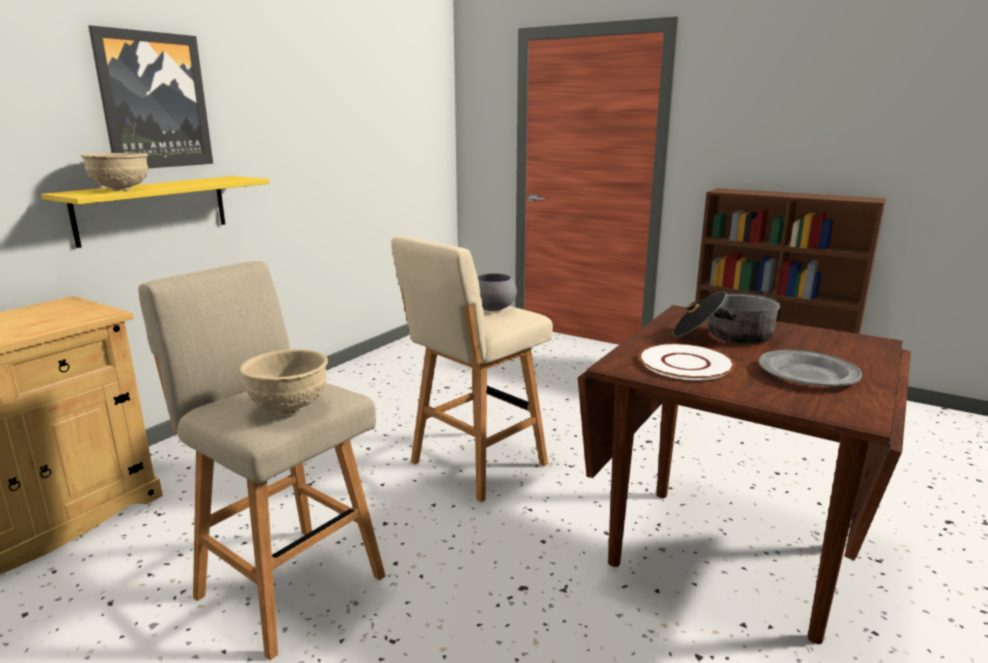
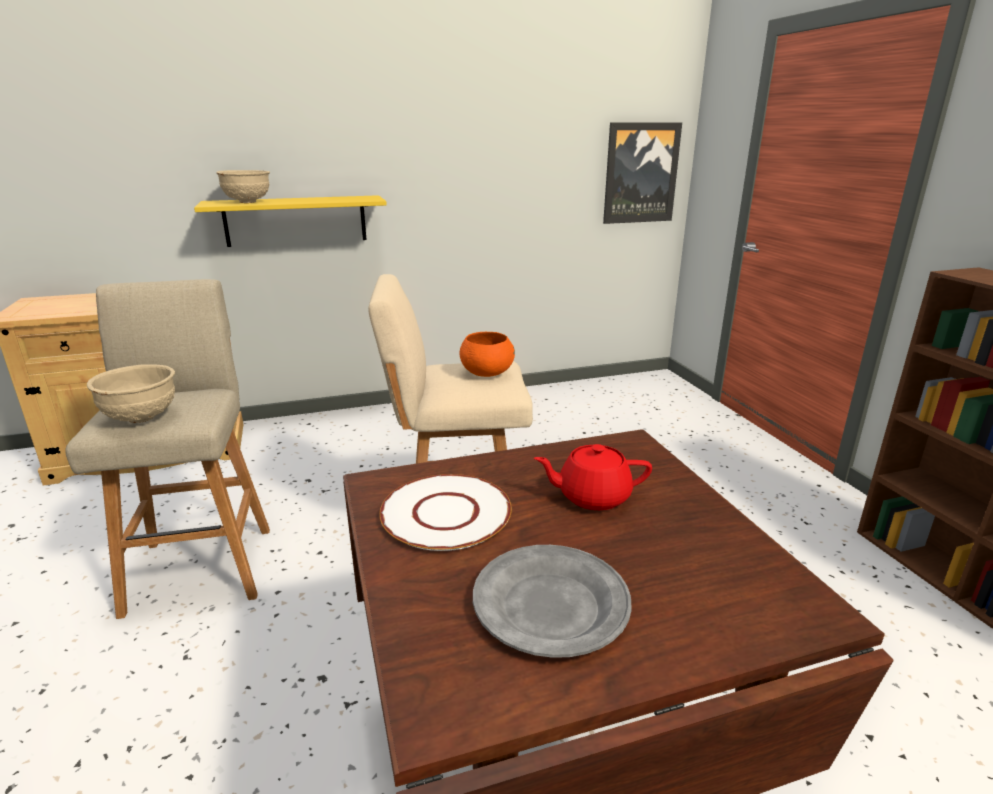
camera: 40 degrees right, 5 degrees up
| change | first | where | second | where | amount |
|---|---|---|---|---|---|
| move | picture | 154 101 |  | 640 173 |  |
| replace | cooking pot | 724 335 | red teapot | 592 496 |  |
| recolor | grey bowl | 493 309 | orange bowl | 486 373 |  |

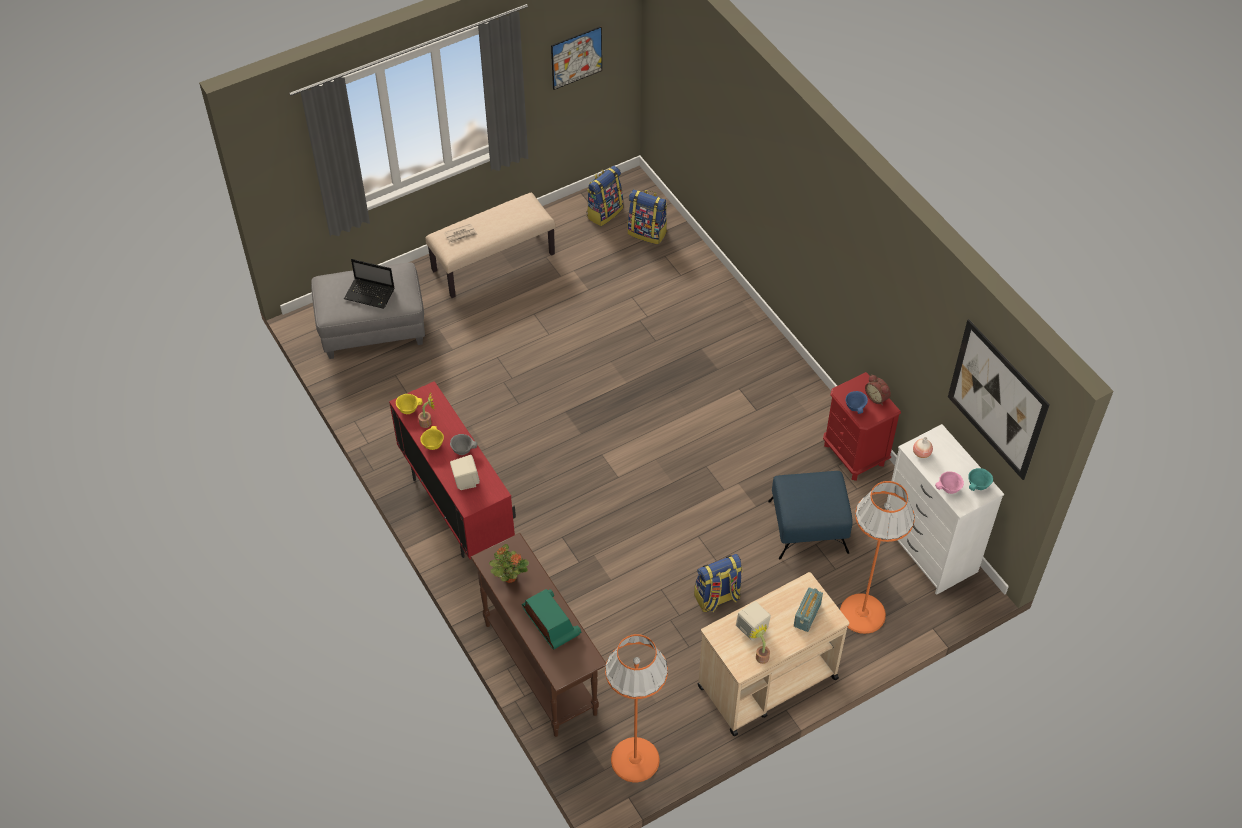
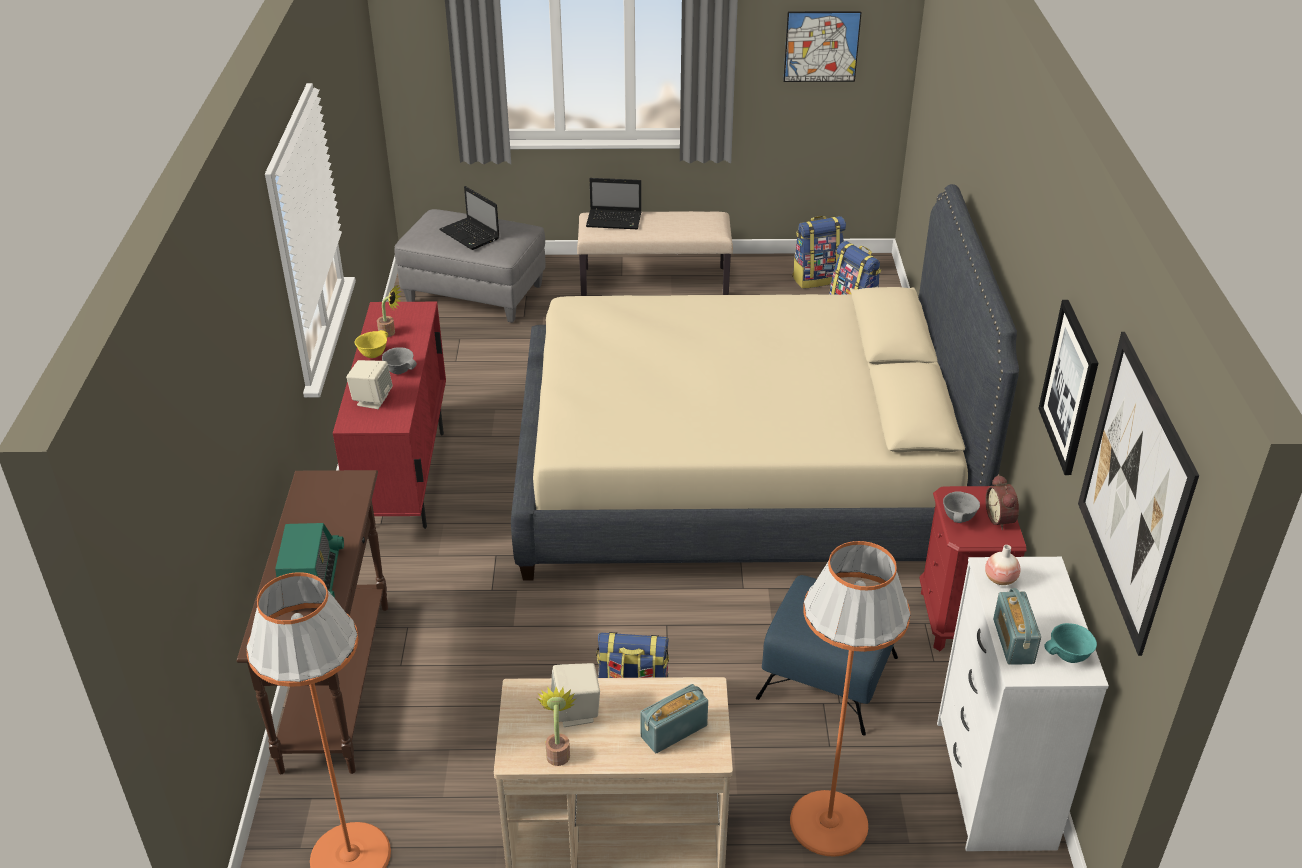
camera: 30 degrees right, 15 degrees down
| change | first | where | second | where | amount |
|---|---|---|---|---|---|
| delete | yellow bowl | 408 409 |  |  |  |
| delete | potted plant | 509 577 |  |  |  |
| insert |  |  | beige bed | 739 478 |  |
| insert |  |  | picture | 1069 387 |  |
| replace | newspaper | 461 235 | laptop | 615 220 |  |
| replace | pink bowl | 948 489 | radio | 1013 641 |  |
| recolor | blue bowl | 855 407 | grey bowl | 959 519 |  |

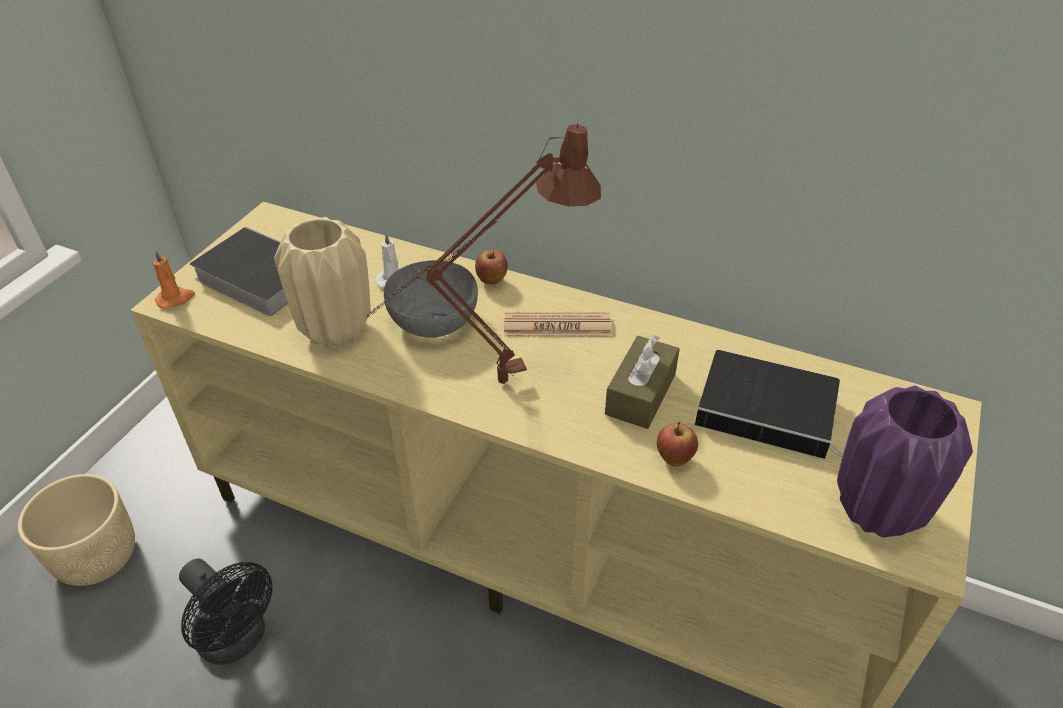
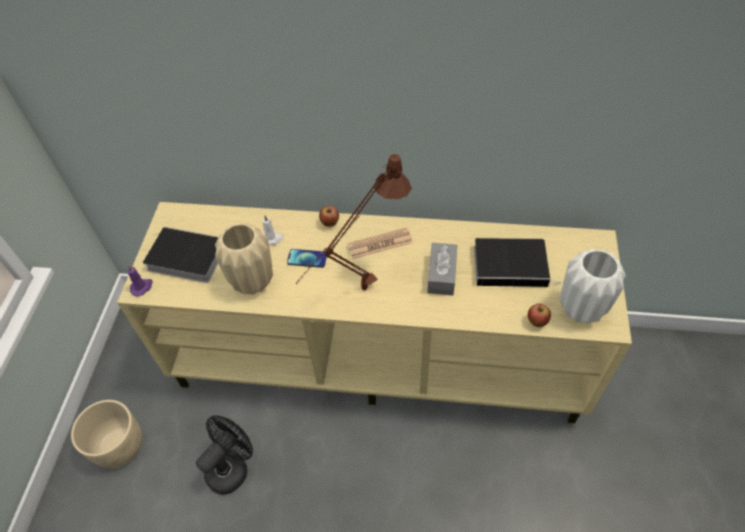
camera: 15 degrees left, 10 degrees up
| change | first | where | second | where | amount |
|---|---|---|---|---|---|
| move | apple | 674 459 |  | 536 322 |  |
| replace | grey bowl | 433 319 | phone | 307 259 |  |
| recolor | orange candle | 176 299 | purple candle | 142 287 |  |
| recolor | brown tissue box | 640 394 | grey tissue box | 441 274 |  |
| recolor | purple vase | 878 511 | white vase | 581 309 |  |
| rotate | black fan | 238 640 |  | 231 467 | 75 degrees counterclockwise |

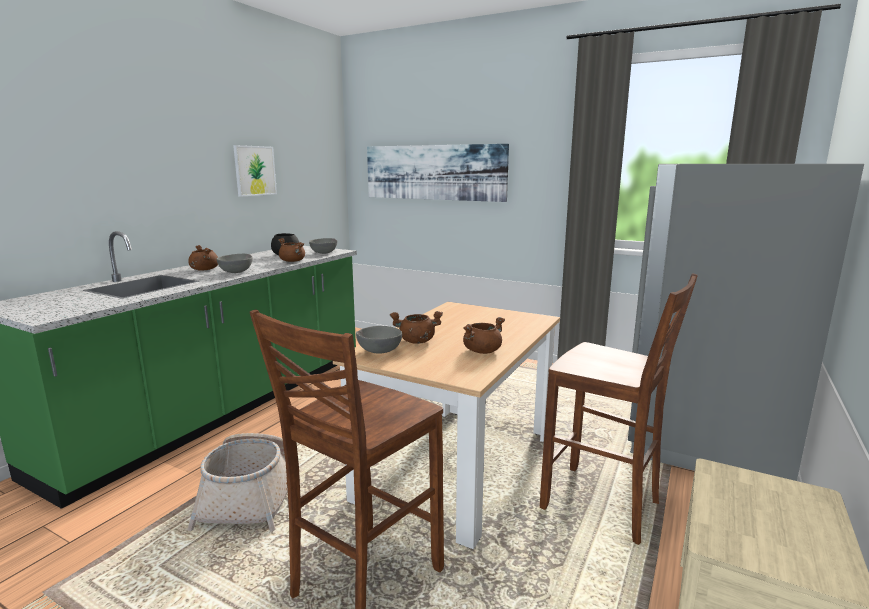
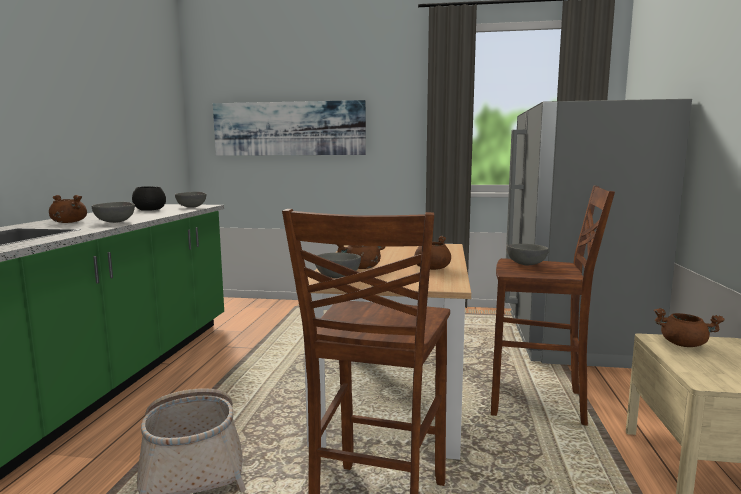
camera: 20 degrees left, 5 degrees down
| change | first | where | second | where | amount |
|---|---|---|---|---|---|
| delete | picture | 255 170 |  |  |  |
| insert |  |  | grey bowl | 525 264 |  |
| move | brown cooking pot | 293 261 |  | 684 344 |  |

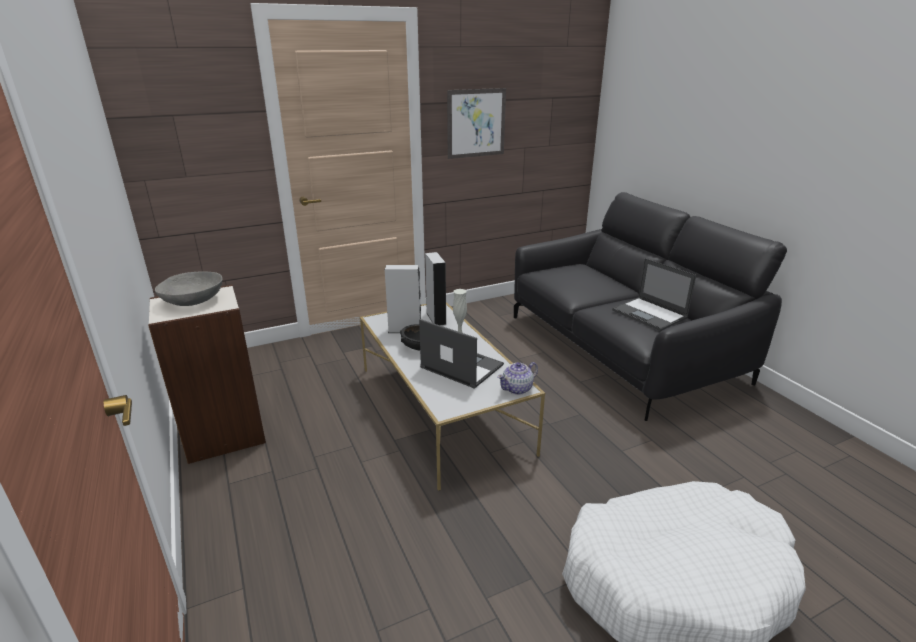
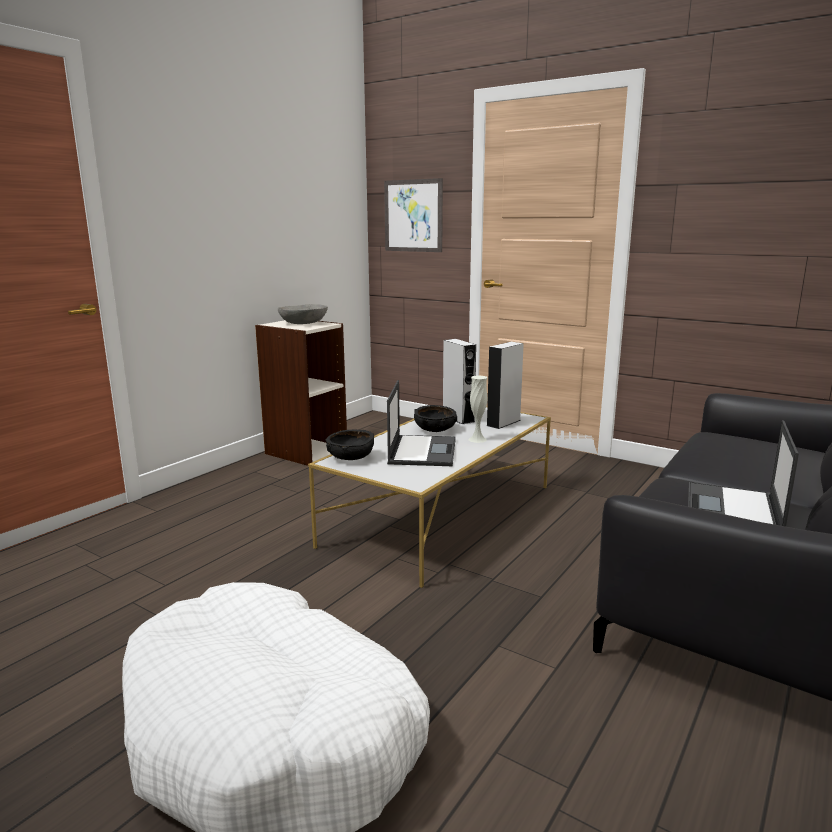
camera: 60 degrees right, 10 degrees down
| change | first | where | second | where | amount |
|---|---|---|---|---|---|
| delete | teapot | 517 389 |  |  |  |
| insert |  |  | black bowl | 351 457 |  |
| move | picture | 476 123 |  | 413 216 |  |

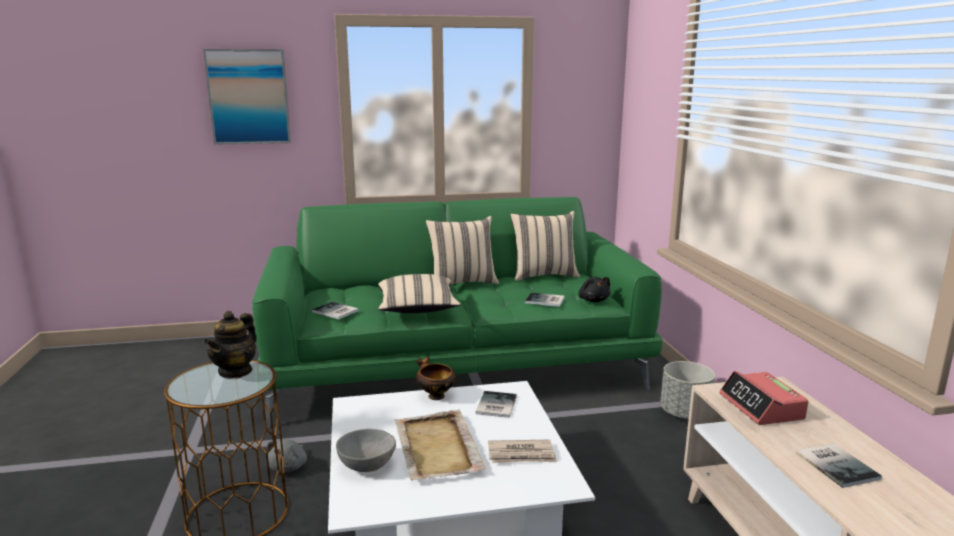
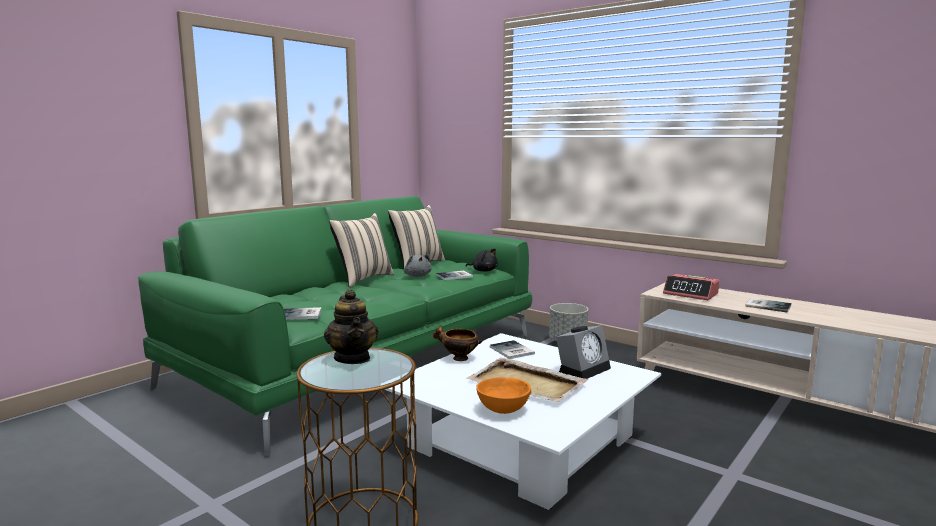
camera: 40 degrees left, 5 degrees down
| change | first | where | second | where | amount |
|---|---|---|---|---|---|
| delete | picture | 249 97 |  |  |  |
| delete | beige pillow | 417 309 |  |  |  |
| move | grey plush toy | 289 467 |  | 417 276 |  |
| replace | newspaper | 521 455 | alarm clock | 583 369 |  |
| recolor | grey bowl | 366 465 | orange bowl | 502 410 |  |

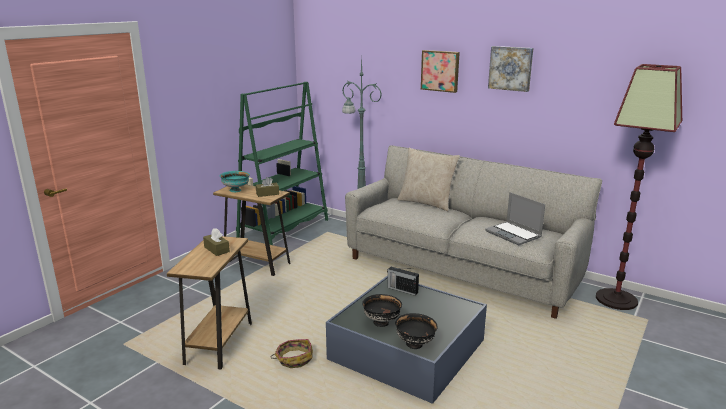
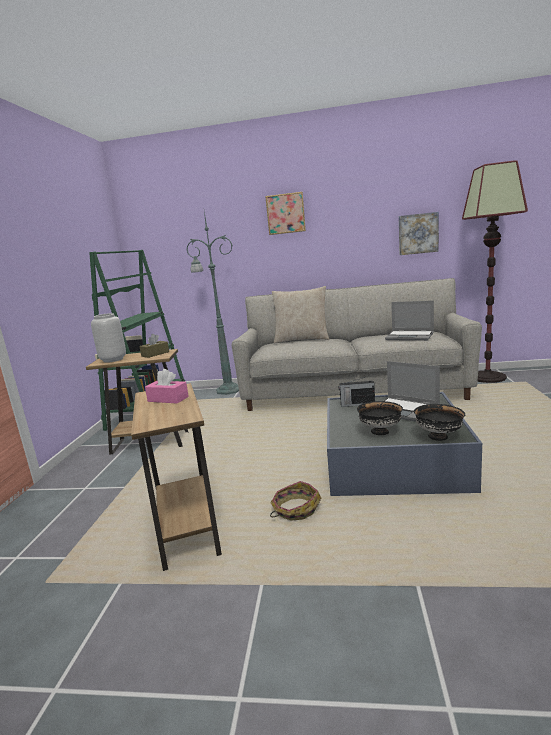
camera: 25 degrees left, 5 degrees down
| change | first | where | second | where | amount |
|---|---|---|---|---|---|
| insert |  |  | laptop | 406 411 |  |
| move | picture | 510 68 |  | 418 233 |  |
| replace | turquoise bowl | 236 190 | grey vase | 112 359 |  |
| recolor | brown tissue box | 216 249 | pink tissue box | 168 399 |  |

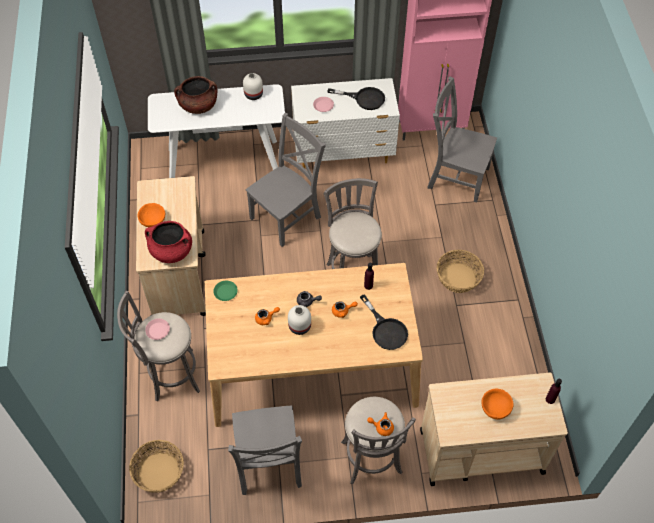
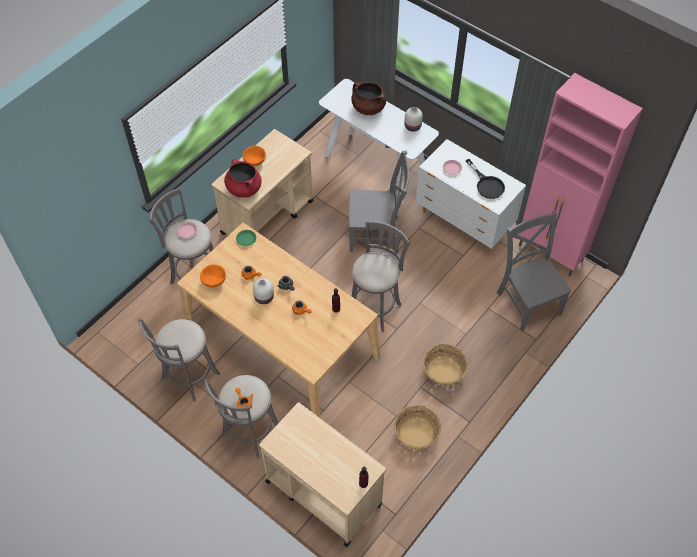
camera: 45 degrees right, 0 degrees up
| change | first | where | second | where | amount |
|---|---|---|---|---|---|
| delete | black frying pan | 386 330 |  |  |  |
| move | basket | 159 472 |  | 416 433 |  |
| move | orange bowl | 495 408 |  | 214 280 |  |
| replace | grey chair | 268 464 | grey stool | 188 378 |  |

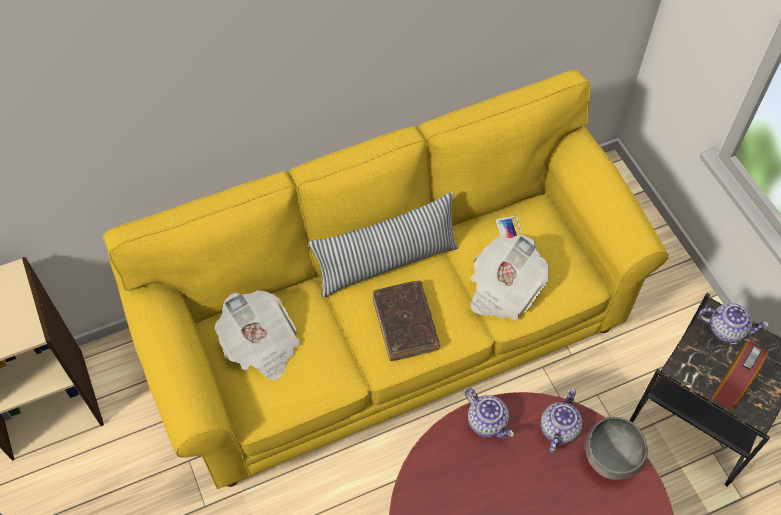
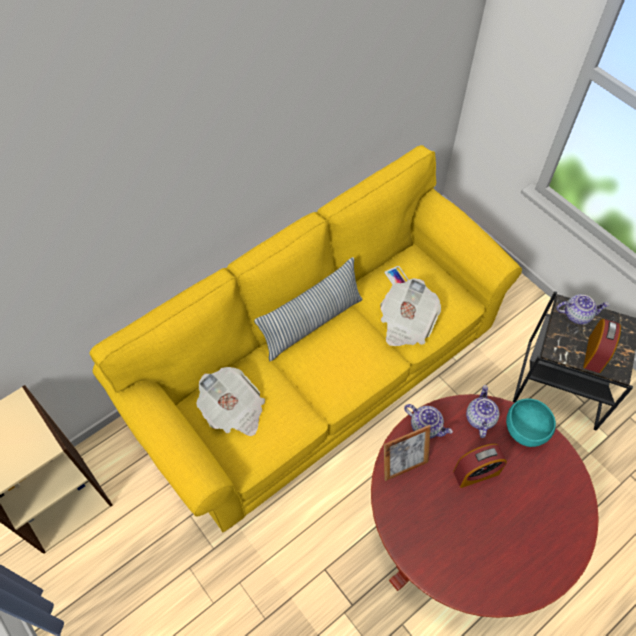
camera: 15 degrees left, 0 degrees up
| change | first | where | second | where | amount |
|---|---|---|---|---|---|
| delete | brown book | 405 324 |  |  |  |
| insert |  |  | picture frame | 403 465 |  |
| insert |  |  | alarm clock | 476 472 |  |
| recolor | grey bowl | 610 459 | turquoise bowl | 525 432 |  |

